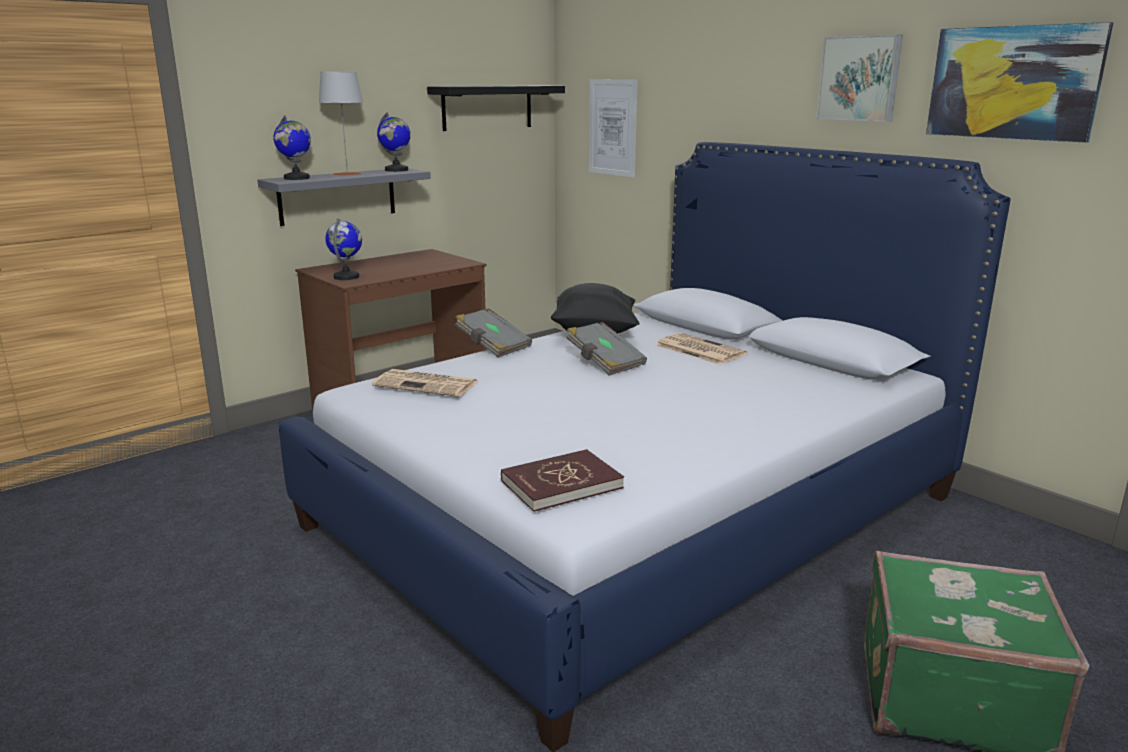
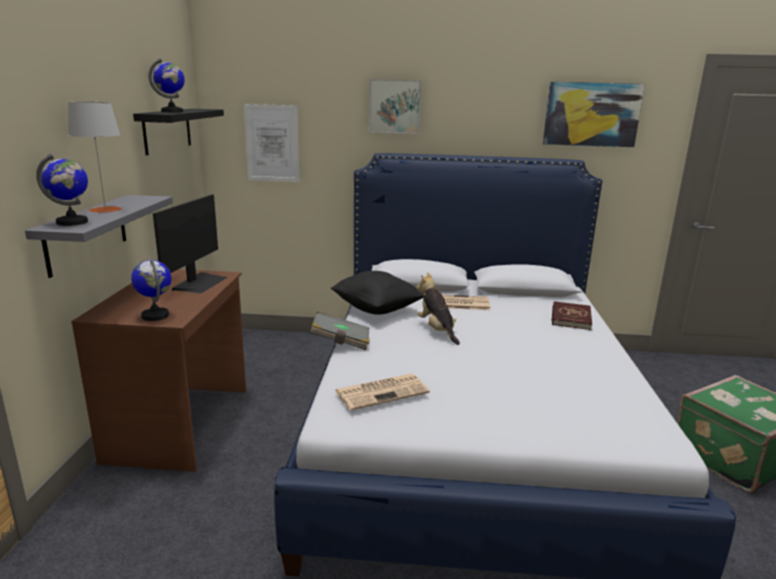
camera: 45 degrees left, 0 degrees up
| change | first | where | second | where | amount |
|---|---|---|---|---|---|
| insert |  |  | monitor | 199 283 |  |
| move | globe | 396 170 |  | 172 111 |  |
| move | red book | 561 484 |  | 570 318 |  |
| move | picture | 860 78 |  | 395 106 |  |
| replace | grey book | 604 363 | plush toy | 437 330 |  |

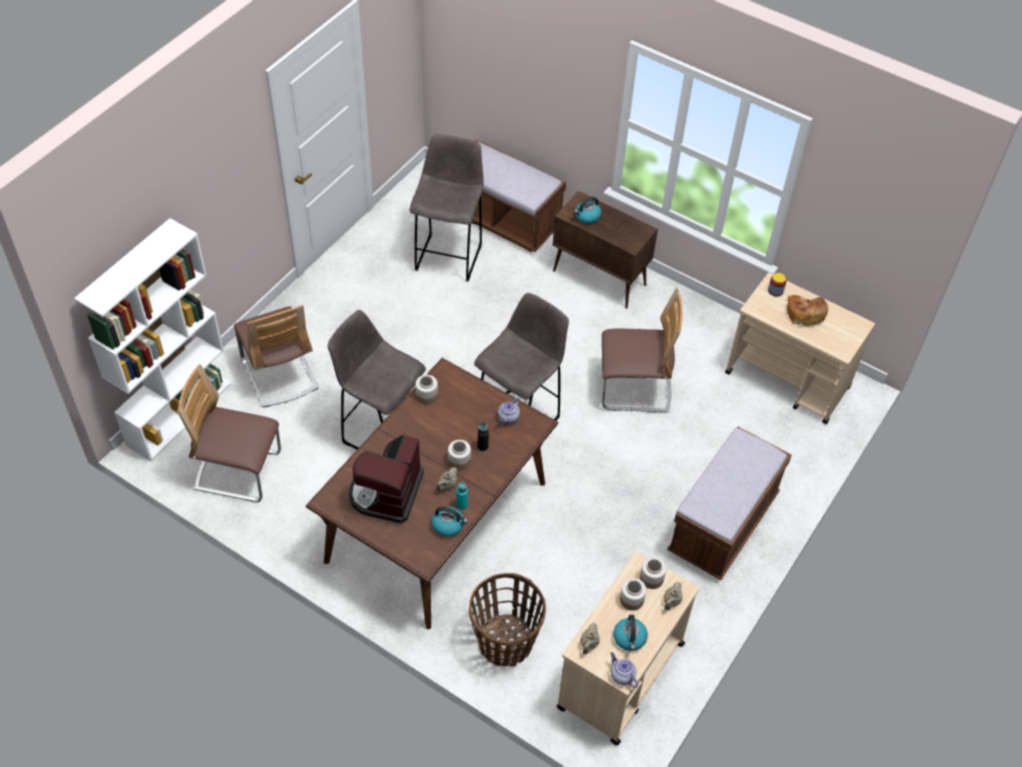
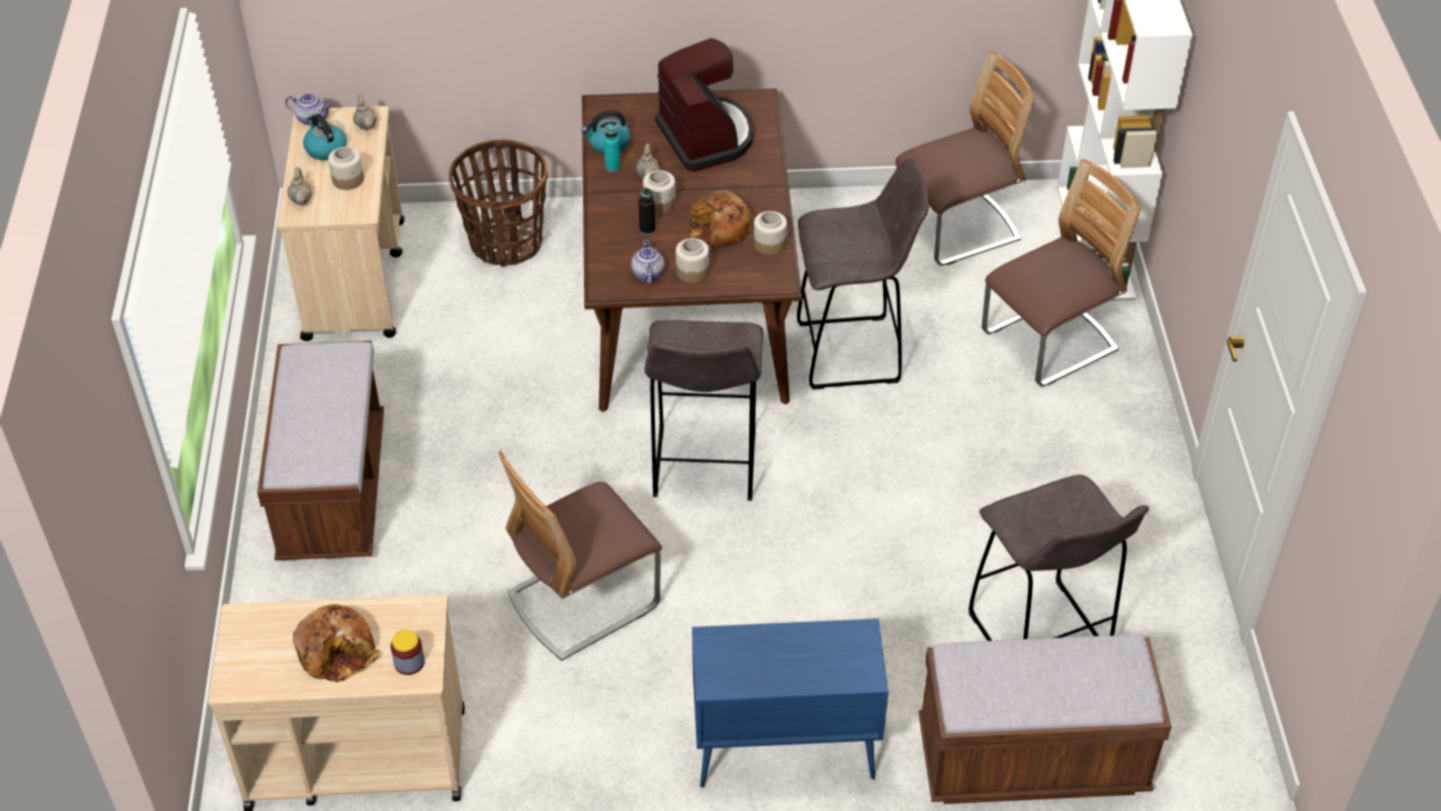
camera: 145 degrees right, 5 degrees down
| change | first | where | second | where | amount |
|---|---|---|---|---|---|
| delete | kettle | 587 217 |  |  |  |
| insert |  |  | bread | 719 230 |  |
| move | jar | 651 578 |  | 692 272 |  |
| recolor | brown cabinet | 600 278 | blue cabinet | 782 751 |  |
| rotate | chair | 279 374 |  | 1049 343 | 120 degrees clockwise |

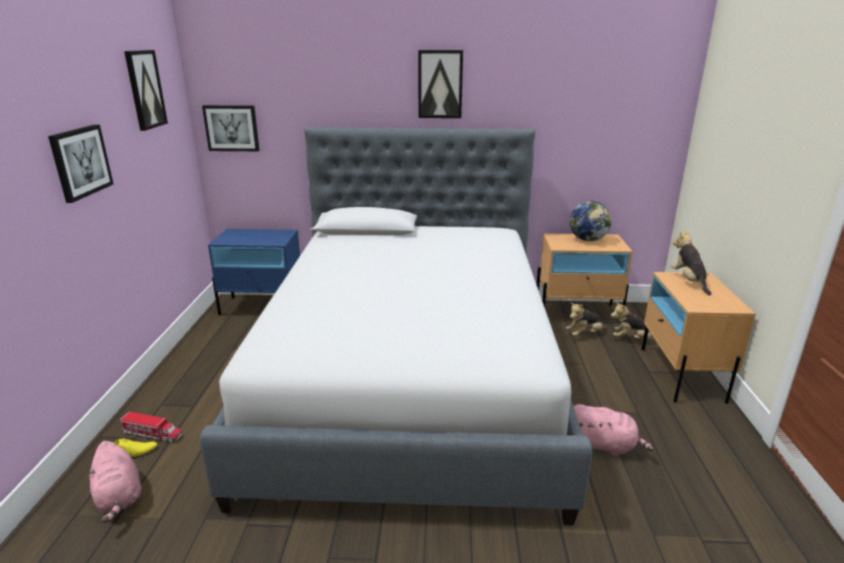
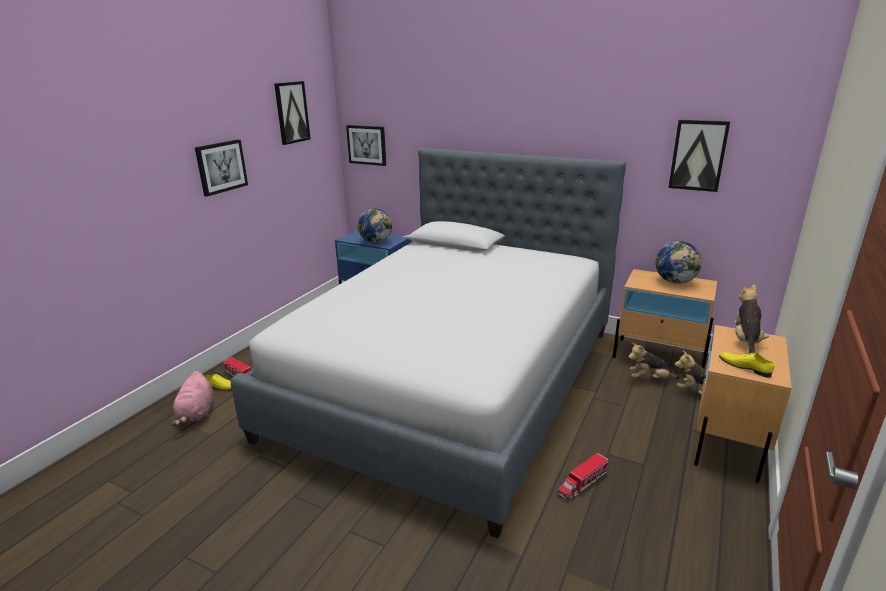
camera: 25 degrees right, 0 degrees up
| change | first | where | second | where | amount |
|---|---|---|---|---|---|
| insert |  |  | globe | 376 241 |  |
| insert |  |  | yellow shoe | 745 366 |  |
| move | picture | 440 84 |  | 698 155 |  |
| replace | pink plush toy | 603 445 | toy truck | 582 483 |  |

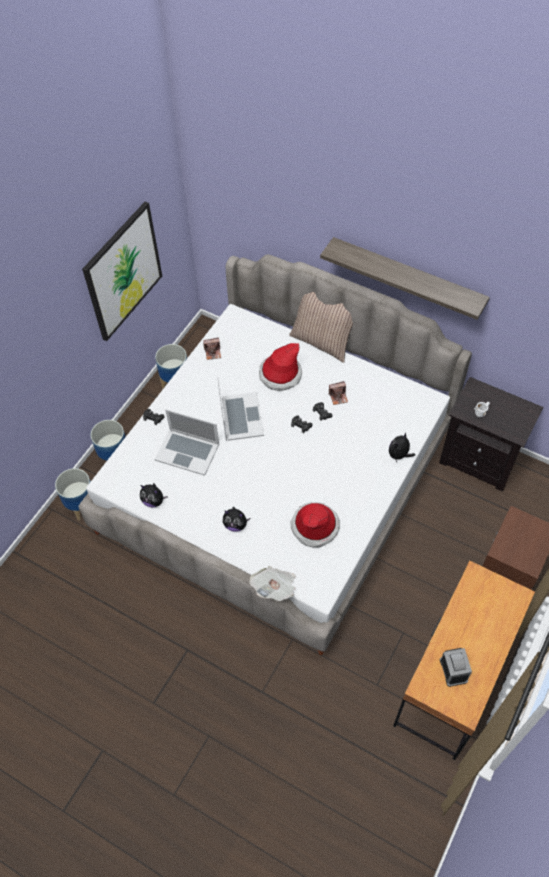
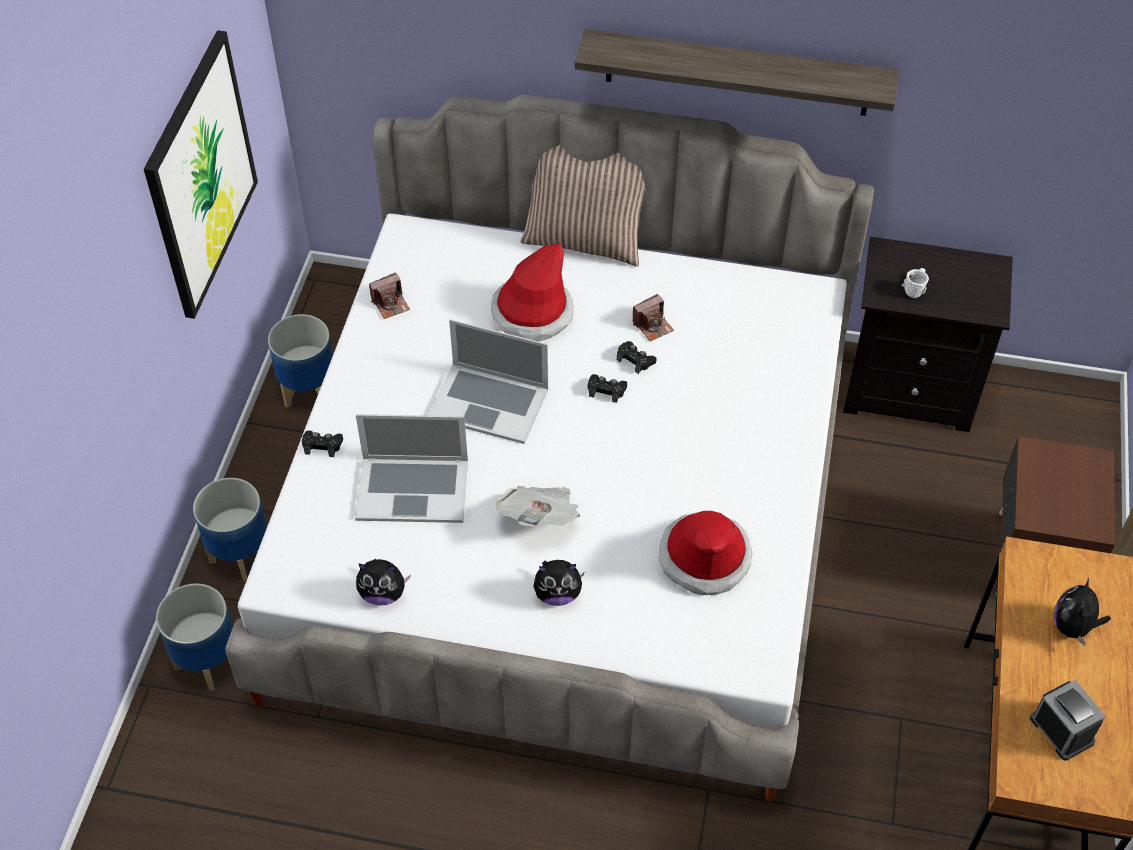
camera: 20 degrees left, 5 degrees down
| change | first | where | second | where | amount |
|---|---|---|---|---|---|
| move | newspaper | 275 588 |  | 541 518 |  |
| move | plush toy | 399 455 |  | 1073 627 |  |
| rotate | laptop | 241 416 |  | 489 402 | 135 degrees clockwise |

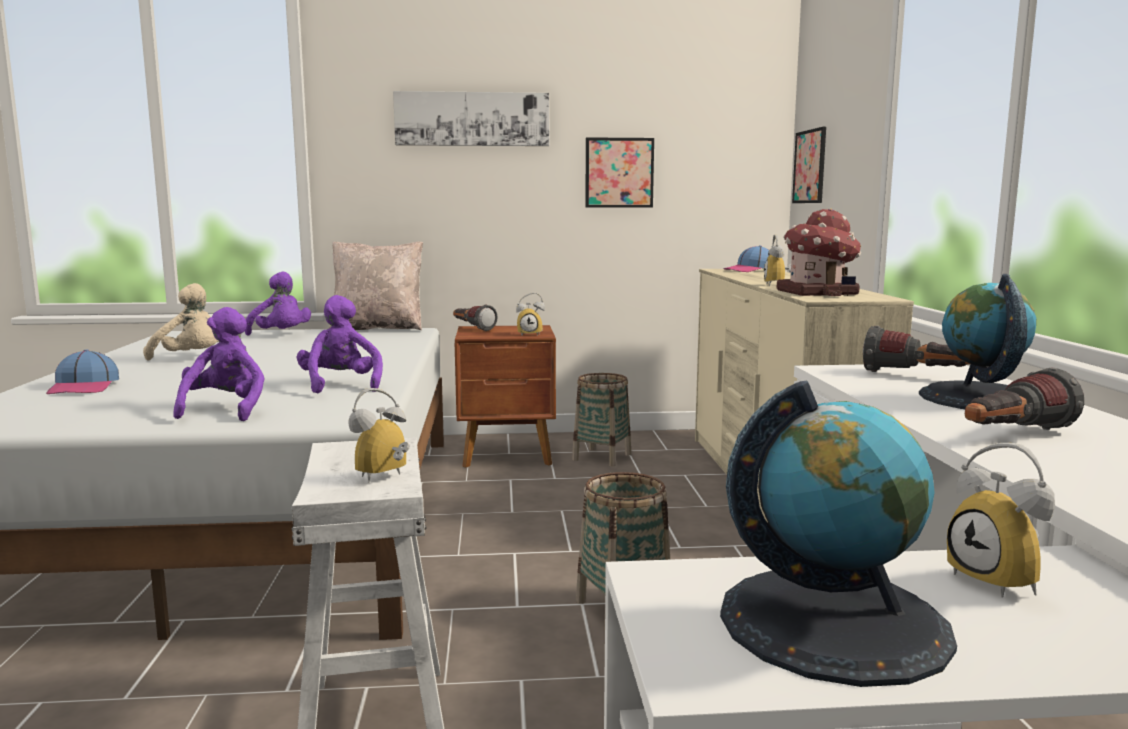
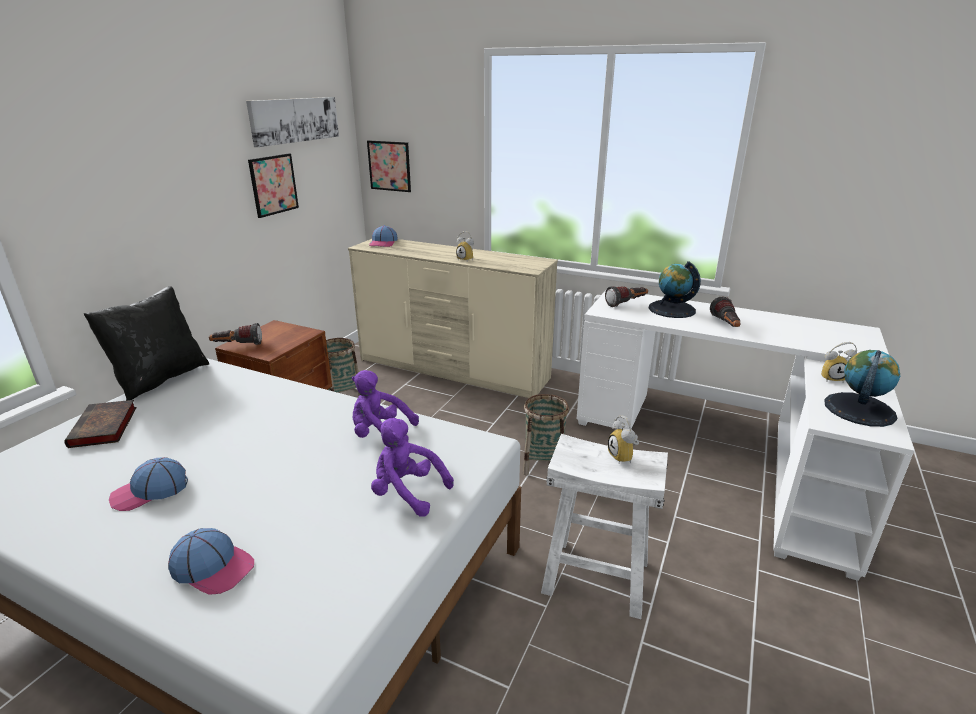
camera: 60 degrees left, 15 degrees up
| change | first | where | second | where | amount |
|---|---|---|---|---|---|
| delete | alarm clock | 530 334 |  |  |  |
| delete | toy house | 818 293 |  |  |  |
| move | picture | 472 119 |  | 294 120 |  |
| replace | beige plush toy | 191 358 | cap | 150 491 |  |
| replace | purple plush toy | 281 335 | book | 104 428 |  |
| recolor | beige pillow | 378 328 | black pillow | 160 378 |  |

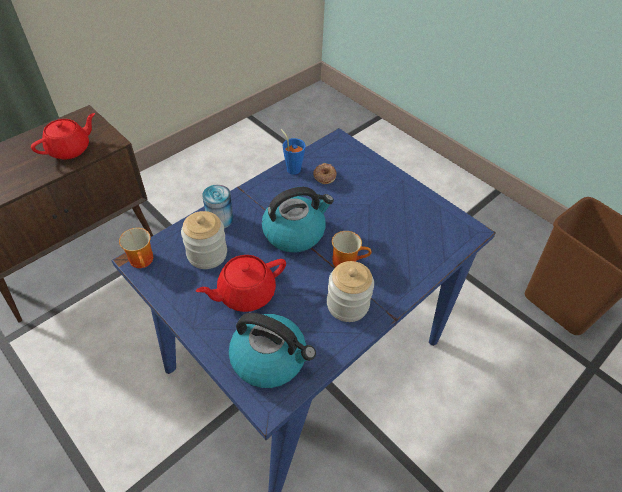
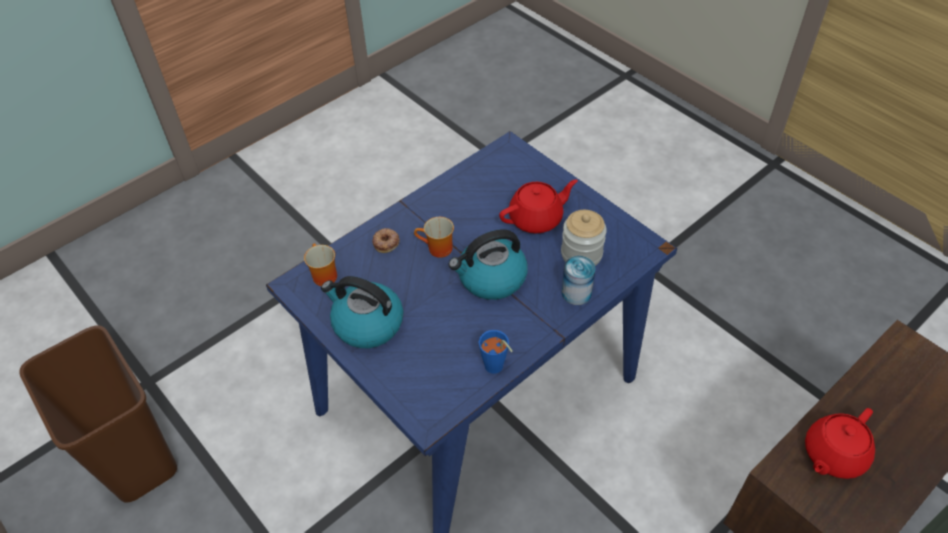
camera: 175 degrees left, 0 degrees up
| change | first | where | second | where | amount |
|---|---|---|---|---|---|
| delete | jar | 347 304 |  |  |  |
| move | mug | 144 261 |  | 322 275 |  |
| move | kettle | 270 358 |  | 367 324 |  |
| move | donut | 324 176 |  | 386 242 |  |

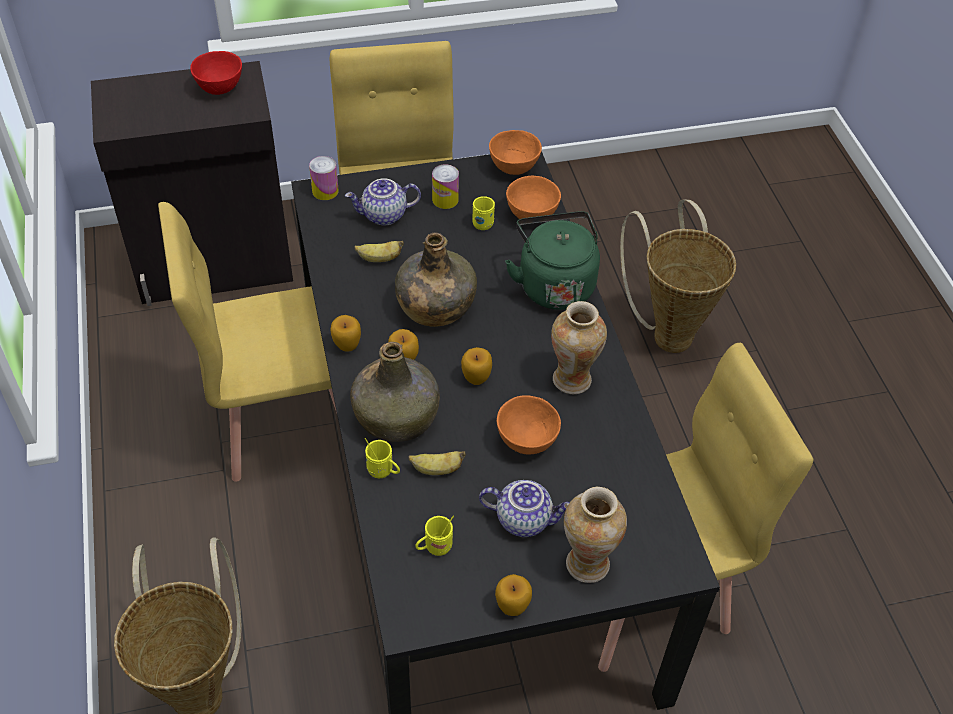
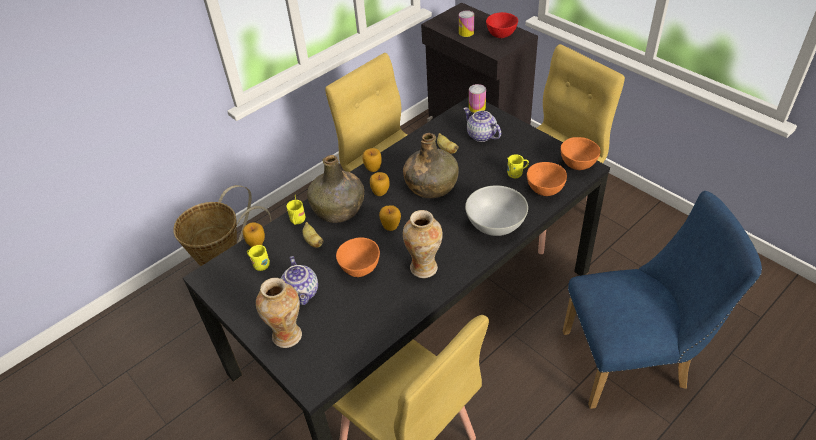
camera: 65 degrees right, 5 degrees down
| change | first | where | second | where | amount |
|---|---|---|---|---|---|
| move | can | 445 200 |  | 466 32 |  |
| move | apple | 512 606 |  | 257 244 |  |
| replace | green kettle | 554 284 | white bowl | 496 225 |  |
| replace | basket | 668 332 | blue chair | 633 361 |  |

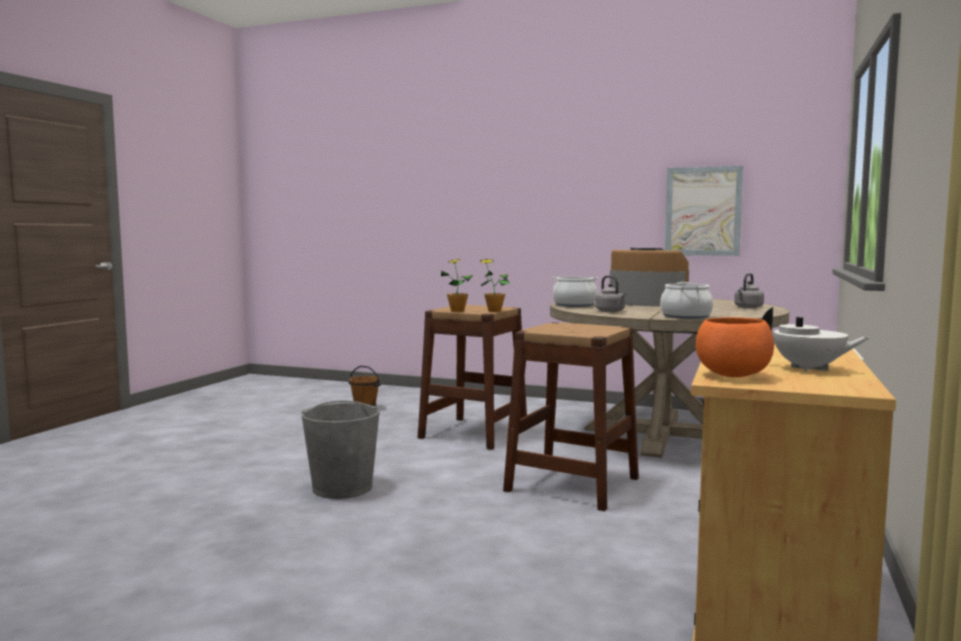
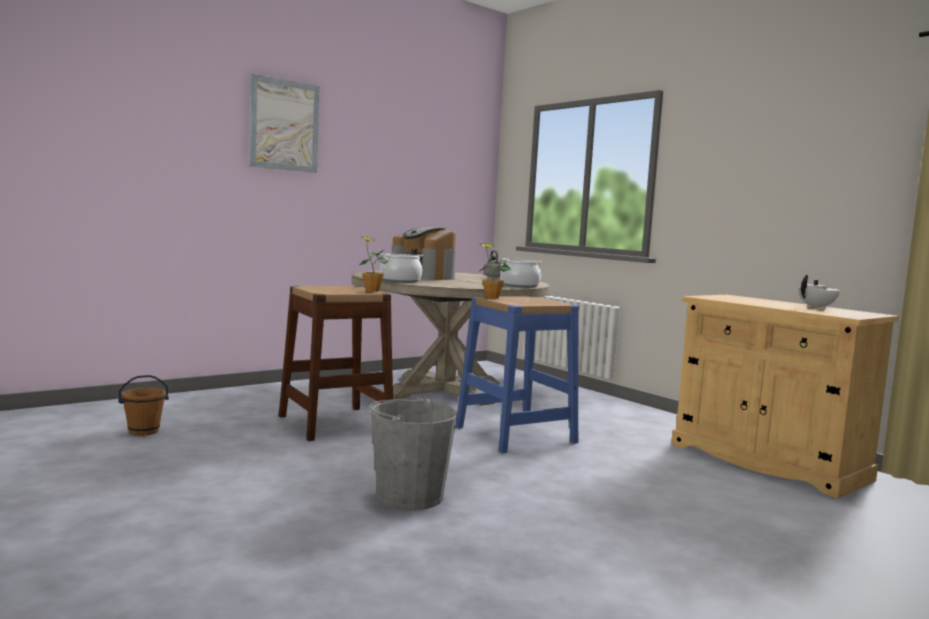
camera: 60 degrees left, 0 degrees up
| change | first | where | second | where | amount |
|---|---|---|---|---|---|
| delete | grey kettle | 611 311 |  |  |  |
| delete | orange bowl | 733 376 |  |  |  |
| move | potted plant | 457 311 |  | 492 298 |  |
| move | picture | 703 211 |  | 284 125 |  |
| recolor | brown stool | 572 484 | blue stool | 515 435 |  |
| rotate | coffee machine | 646 303 |  | 424 276 | 105 degrees counterclockwise |

